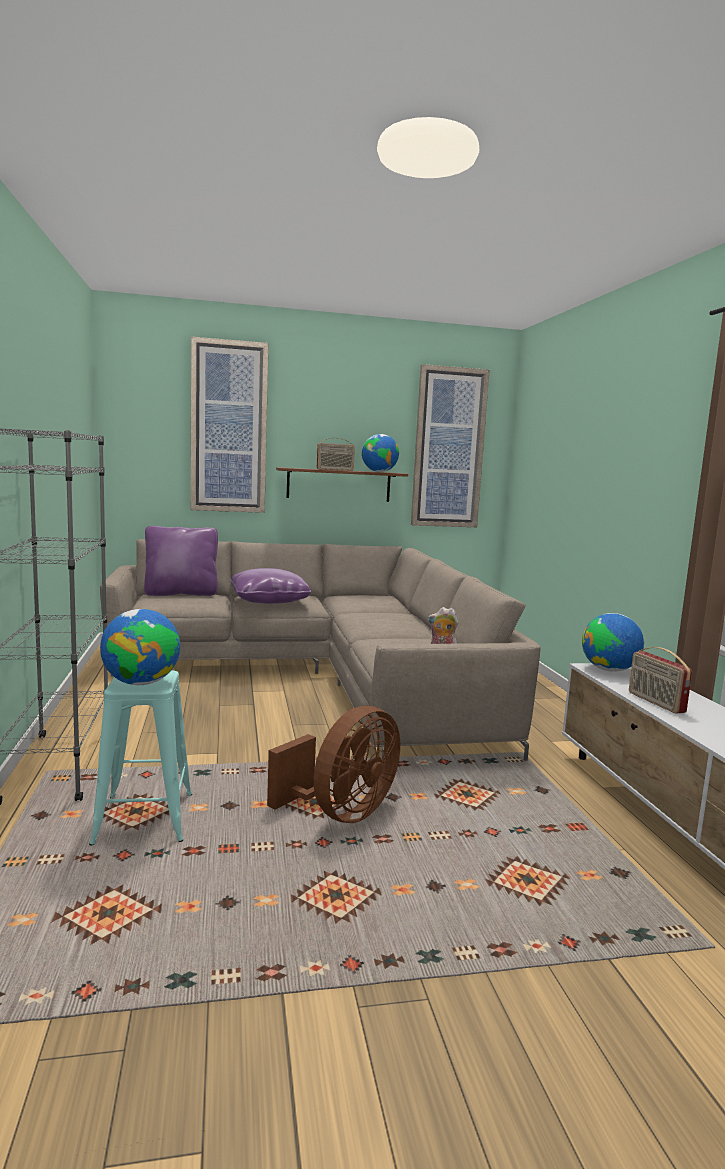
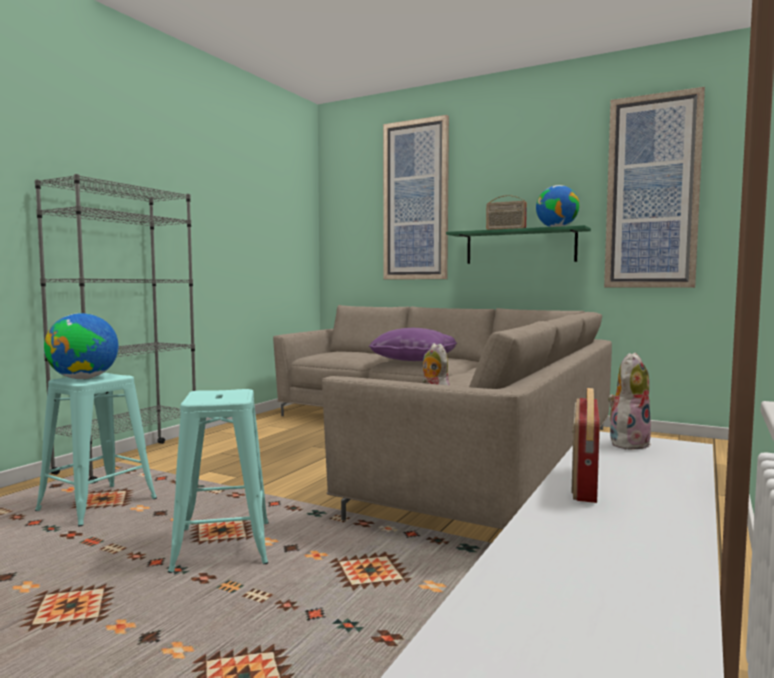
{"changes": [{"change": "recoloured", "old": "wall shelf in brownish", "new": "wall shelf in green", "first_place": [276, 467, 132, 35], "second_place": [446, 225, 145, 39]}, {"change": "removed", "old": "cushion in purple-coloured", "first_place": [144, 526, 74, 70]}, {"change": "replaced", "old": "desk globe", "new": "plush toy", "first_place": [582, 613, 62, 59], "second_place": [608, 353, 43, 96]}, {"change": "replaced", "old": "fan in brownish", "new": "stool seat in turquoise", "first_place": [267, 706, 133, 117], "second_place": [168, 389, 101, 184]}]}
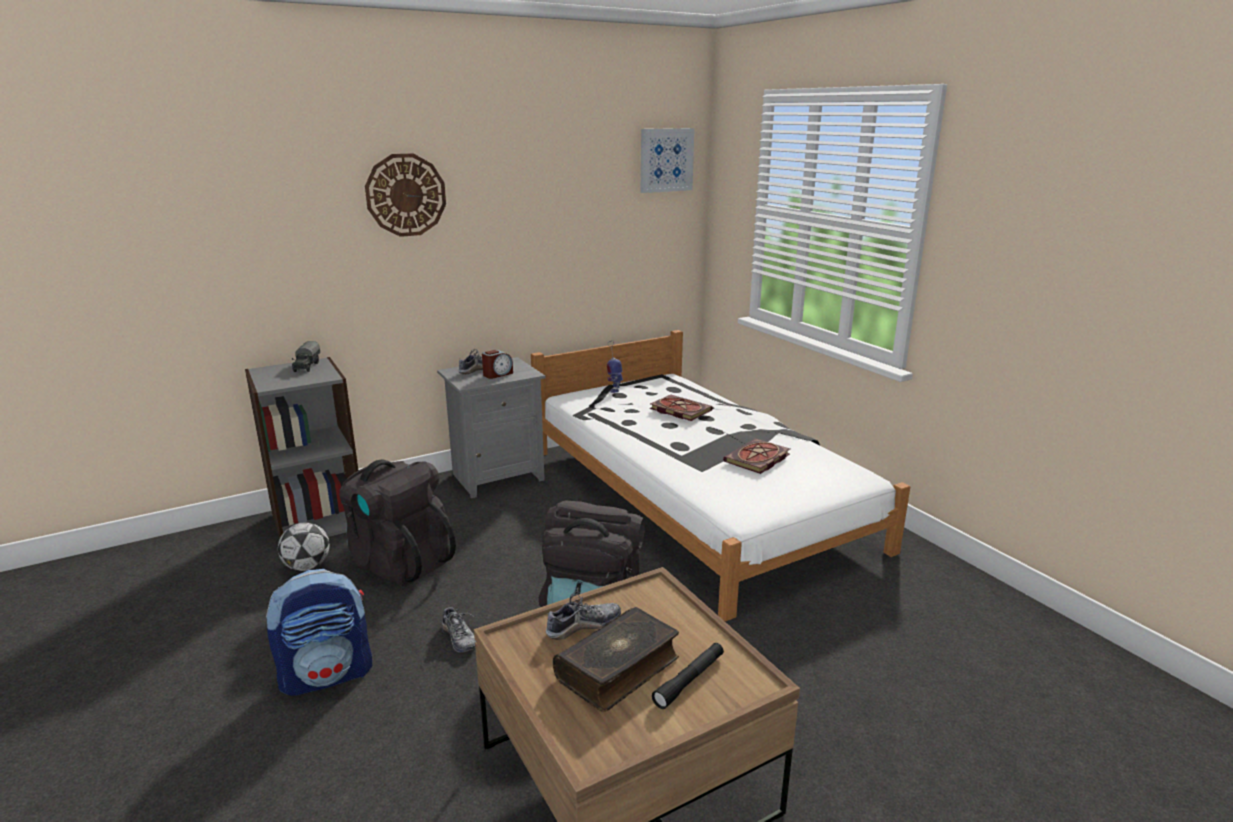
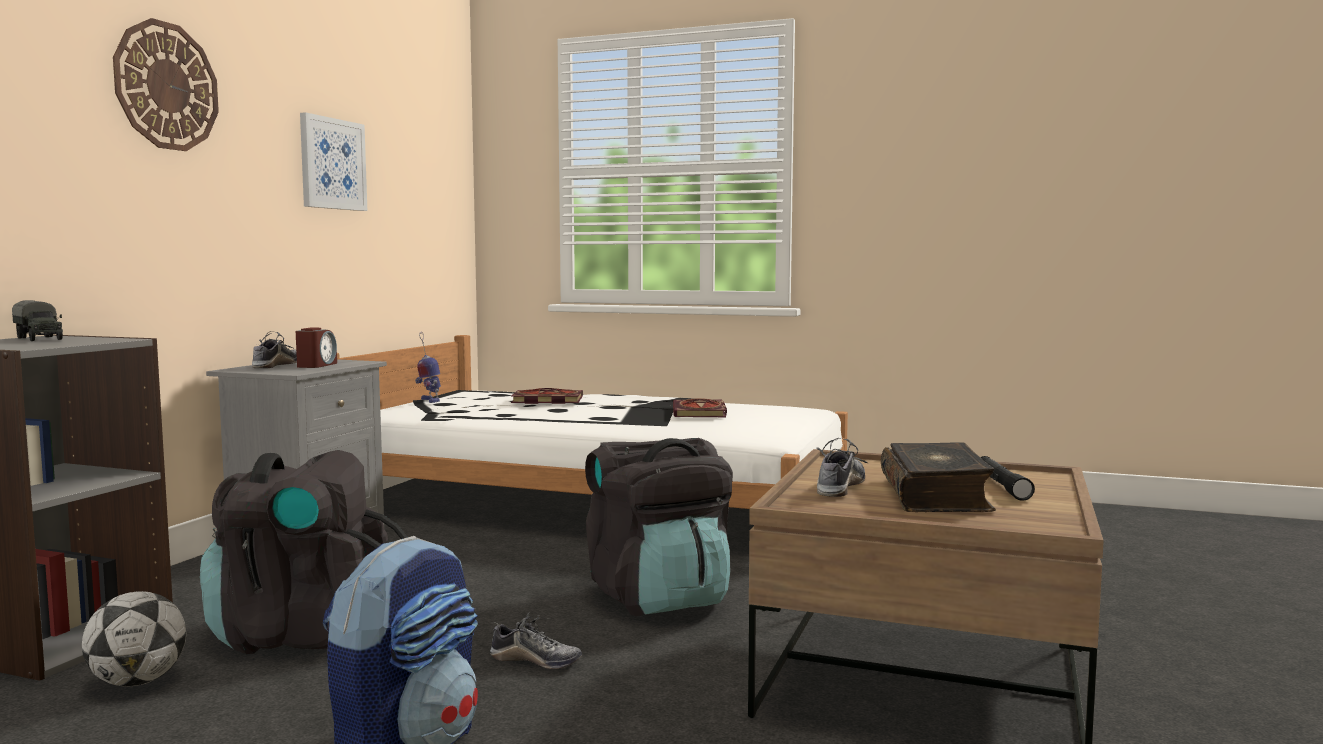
{"changes": [{"change": "moved", "old": "wall art", "first_place": [641, 128, 54, 65], "second_place": [300, 112, 67, 99]}]}
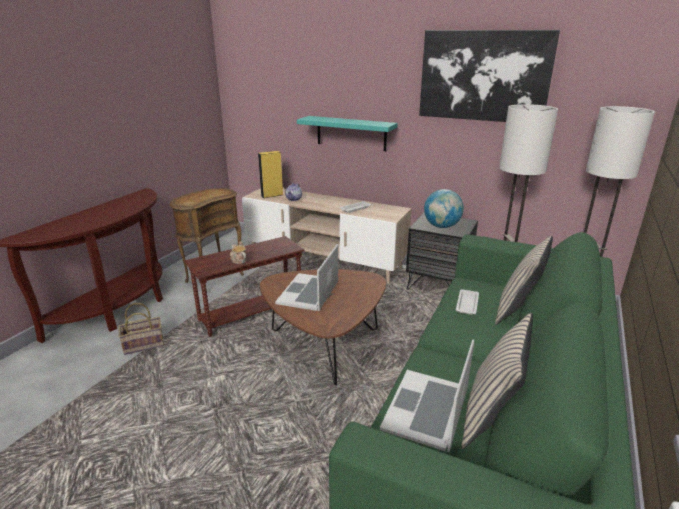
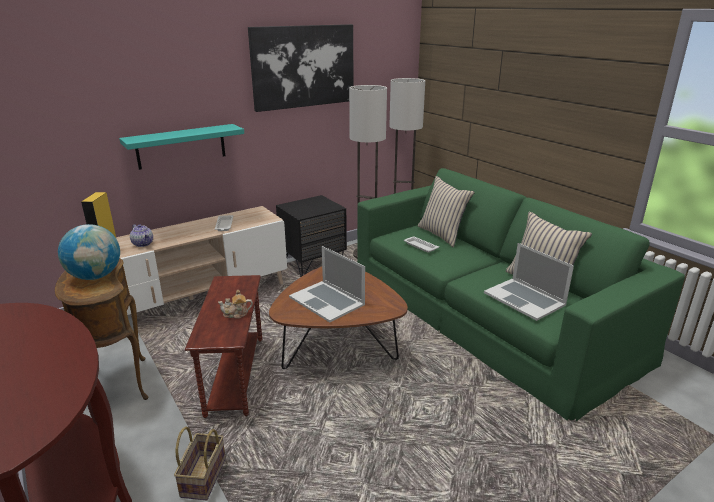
{"changes": [{"change": "moved", "old": "desk globe", "first_place": [424, 189, 40, 39], "second_place": [58, 224, 62, 56]}]}
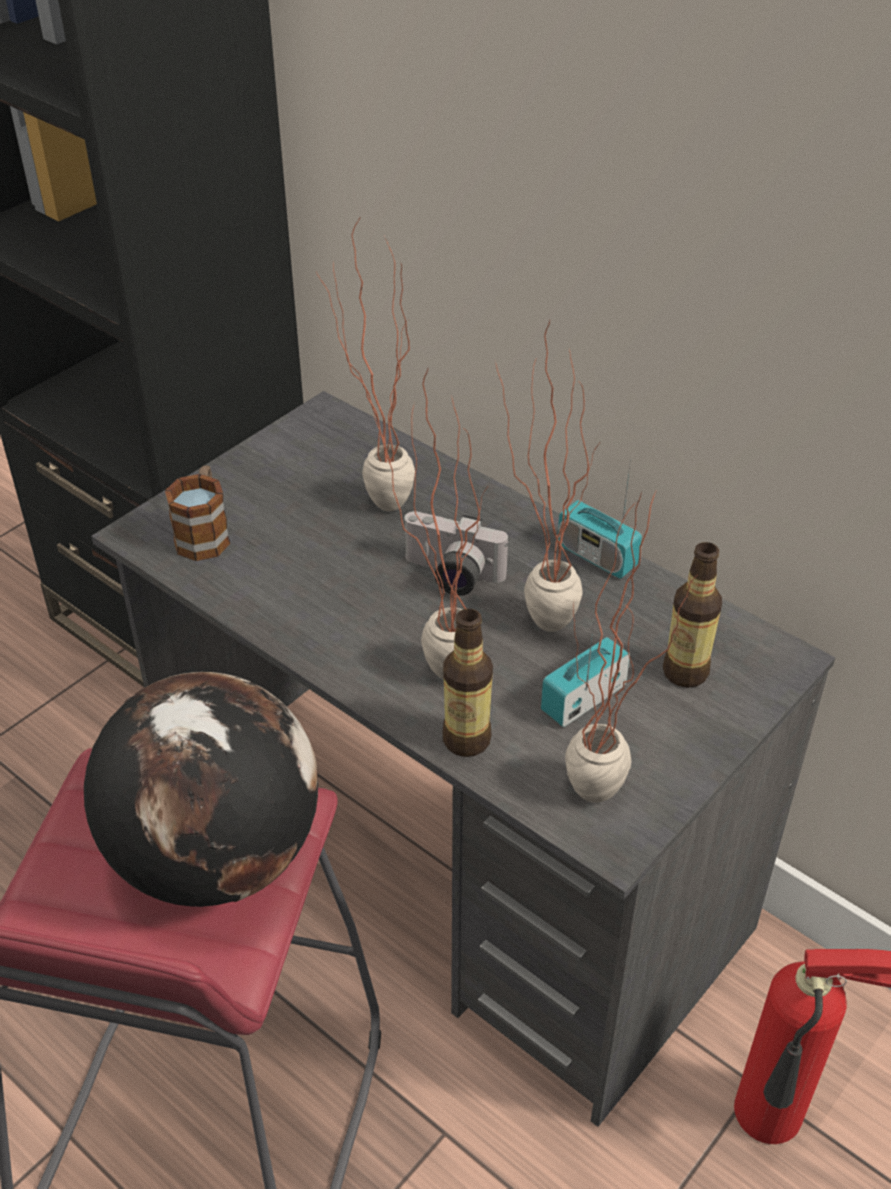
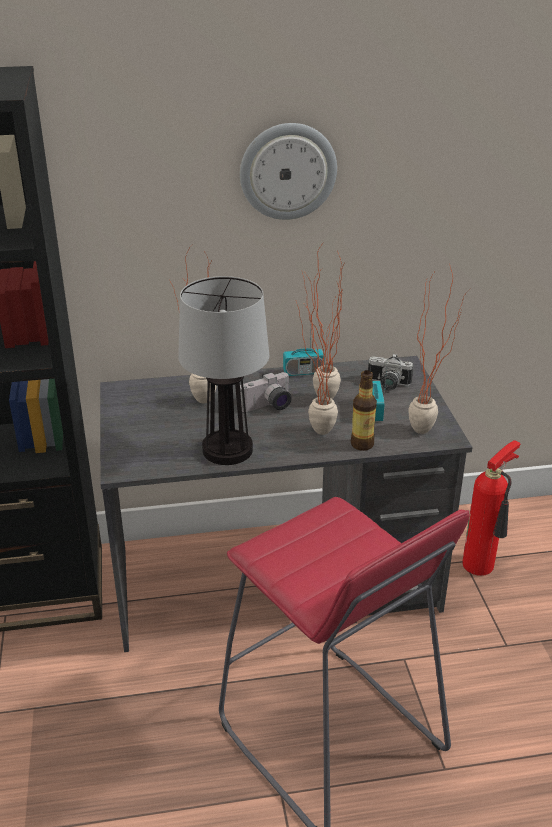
{"changes": [{"change": "removed", "old": "coffee mug", "first_place": [165, 465, 65, 96]}, {"change": "replaced", "old": "drink bottle", "new": "still camera", "first_place": [663, 542, 59, 146], "second_place": [368, 353, 45, 37]}, {"change": "removed", "old": "desk globe", "first_place": [84, 672, 234, 235]}, {"change": "added", "new": "wall clock", "second_place": [240, 123, 97, 97]}, {"change": "added", "new": "lamp for a table", "second_place": [178, 276, 91, 189]}]}
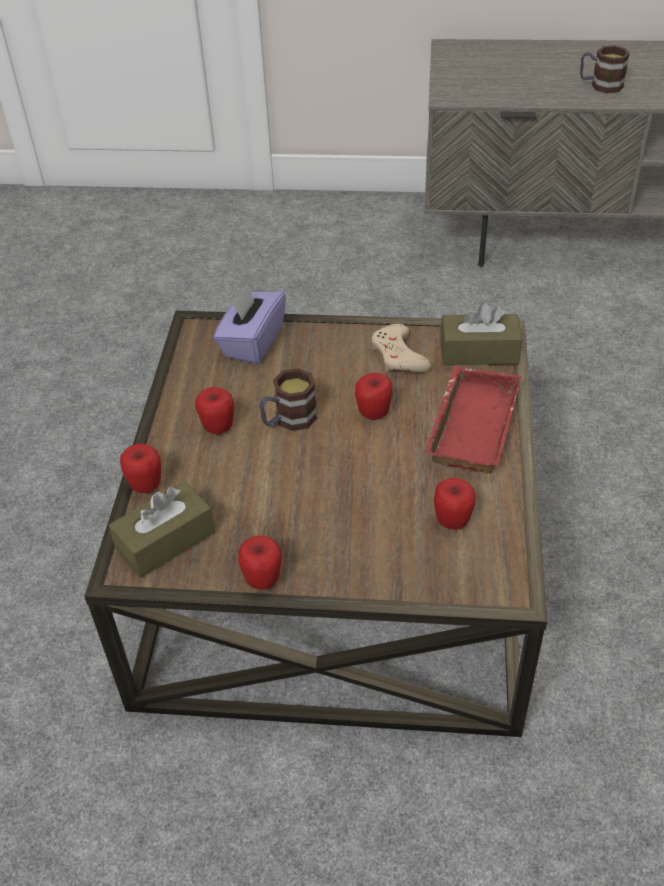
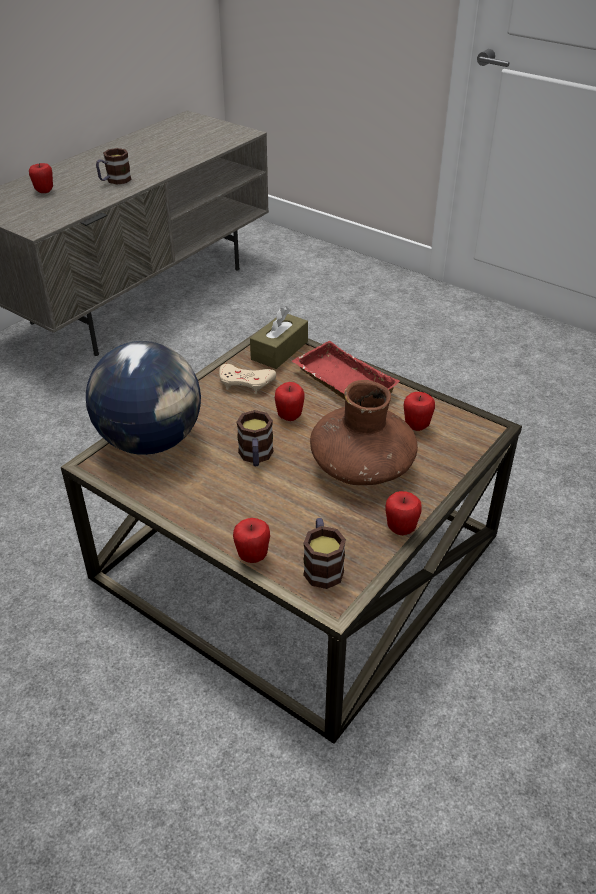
{"changes": [{"change": "replaced", "old": "tissue holder in purple-coloured", "new": "desk globe", "first_place": [213, 284, 73, 80], "second_place": [86, 341, 115, 114]}, {"change": "moved", "old": "apple", "first_place": [195, 387, 40, 48], "second_place": [29, 163, 24, 30]}, {"change": "replaced", "old": "tissue holder in brownish", "new": "coffee mug", "first_place": [108, 481, 107, 97], "second_place": [303, 518, 43, 71]}, {"change": "added", "new": "decorative vase in brownish", "second_place": [310, 380, 108, 105]}]}
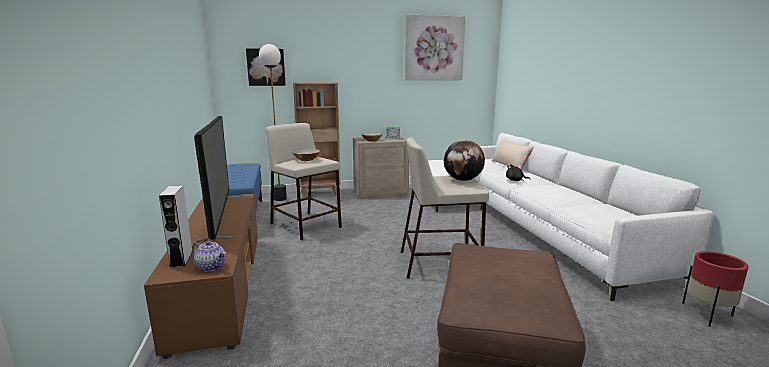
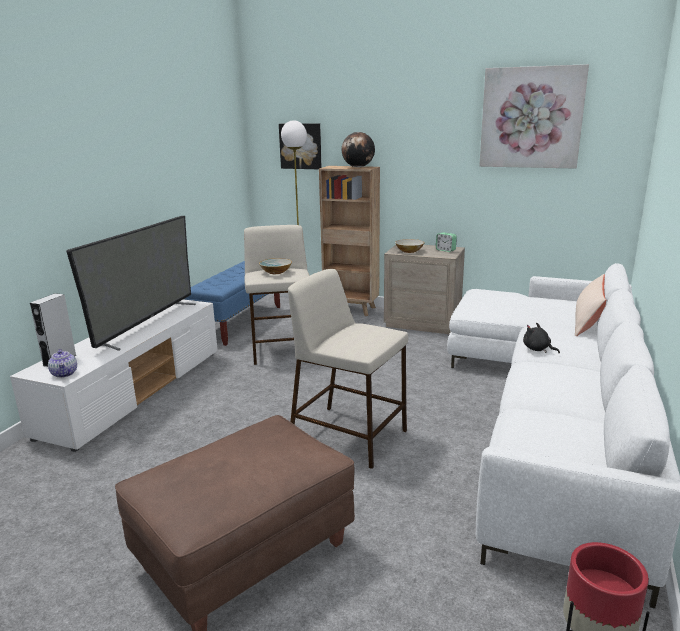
{"changes": [{"change": "moved", "old": "desk globe", "first_place": [444, 140, 41, 41], "second_place": [341, 132, 34, 35]}, {"change": "recoloured", "old": "tv unit in brownish", "new": "tv unit in white", "first_place": [144, 194, 114, 165], "second_place": [10, 299, 208, 153]}]}
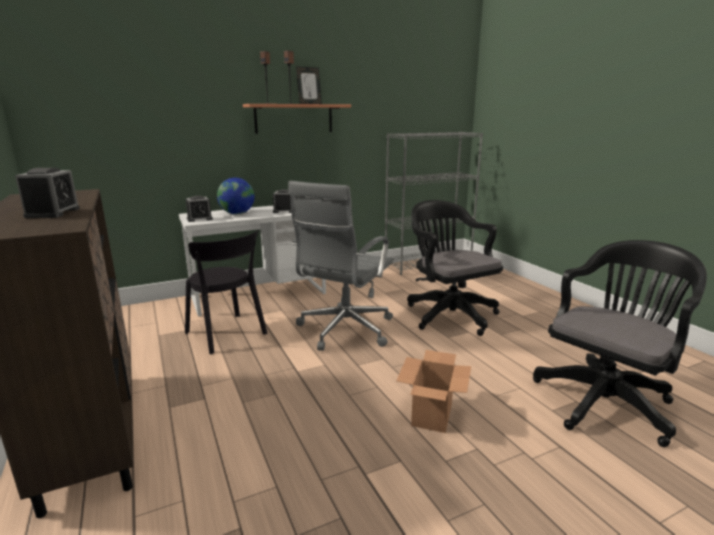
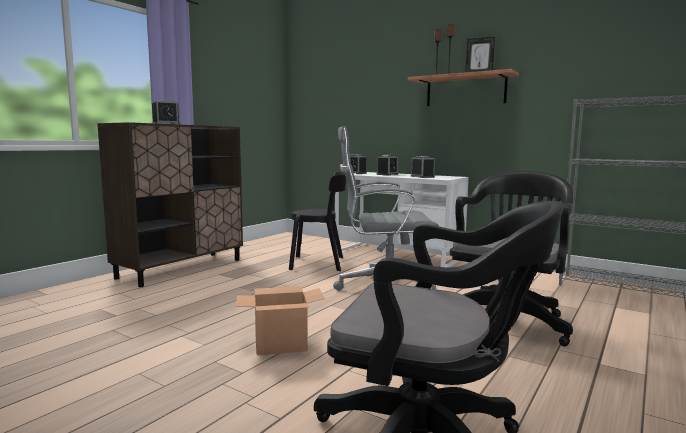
{"changes": [{"change": "replaced", "old": "desk globe", "new": "table clock", "first_place": [217, 178, 38, 36], "second_place": [377, 155, 21, 20]}, {"change": "turned", "old": "chair in black", "first_place": [185, 229, 83, 125], "second_place": [289, 172, 57, 99], "degrees": -105}]}
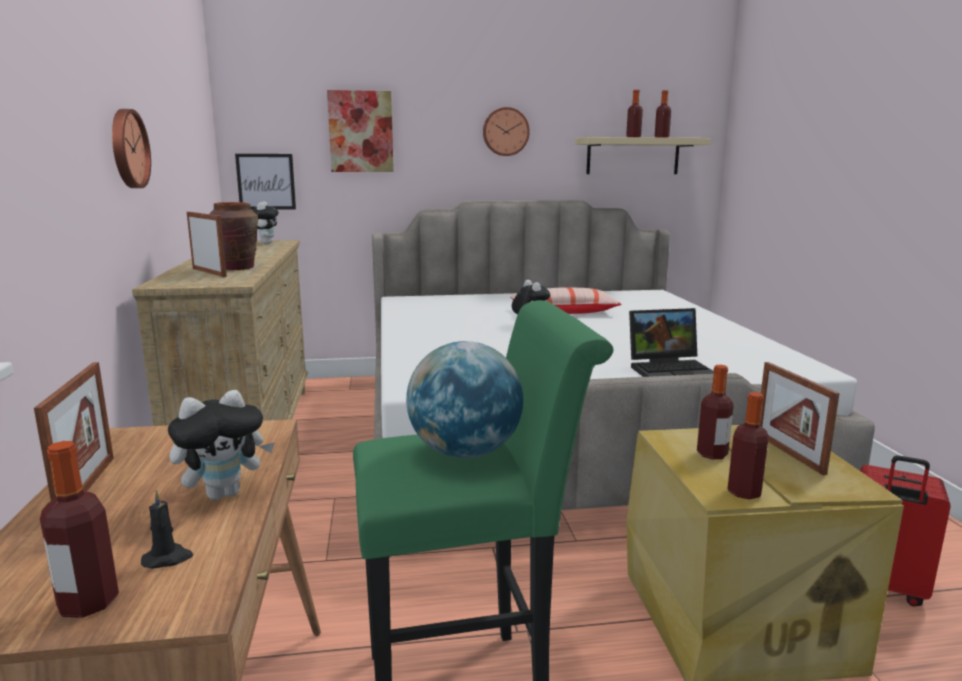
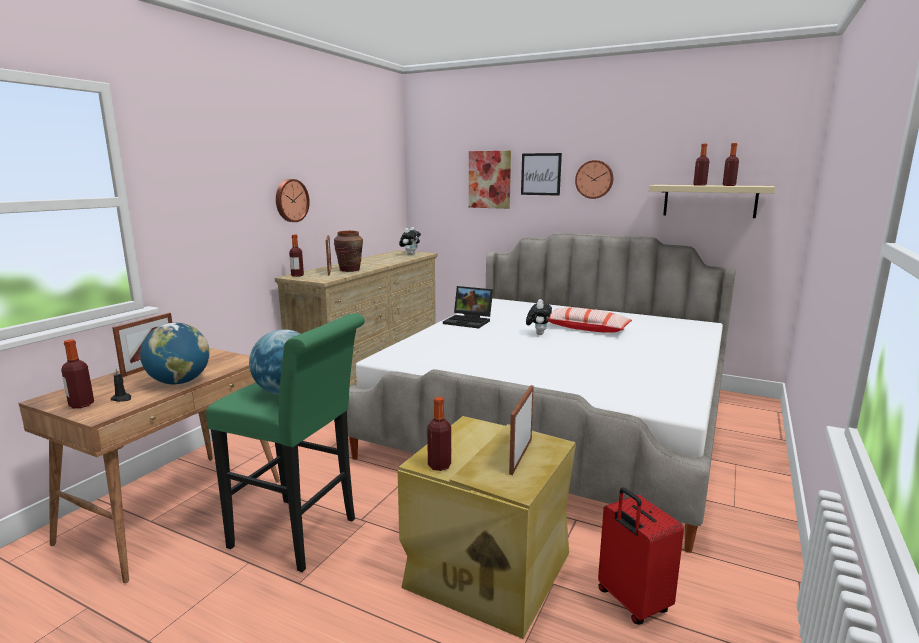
{"changes": [{"change": "moved", "old": "wall art", "first_place": [235, 154, 61, 56], "second_place": [521, 153, 41, 43]}, {"change": "moved", "old": "laptop", "first_place": [629, 308, 85, 69], "second_place": [443, 286, 50, 43]}, {"change": "moved", "old": "drink bottle", "first_place": [697, 365, 37, 94], "second_place": [289, 235, 15, 42]}, {"change": "replaced", "old": "plush toy", "new": "desk globe", "first_place": [168, 390, 107, 110], "second_place": [140, 323, 70, 61]}]}
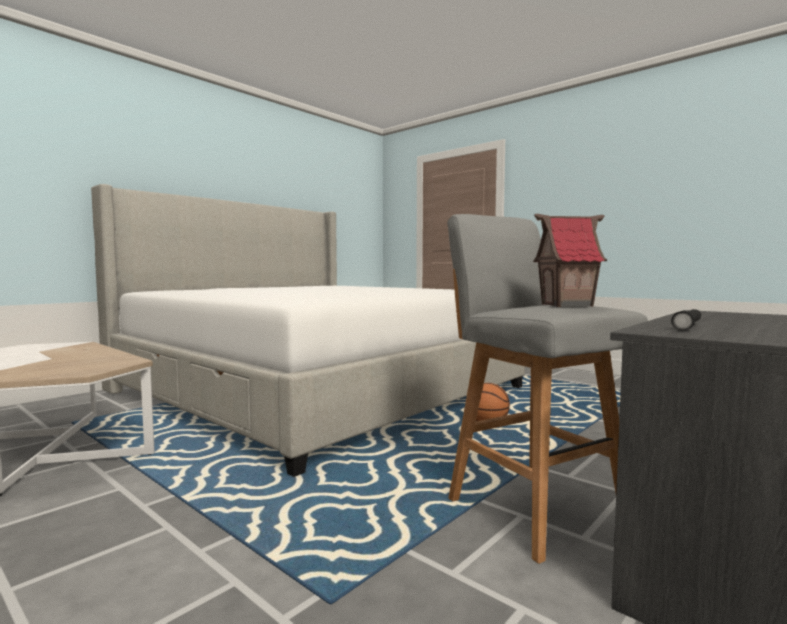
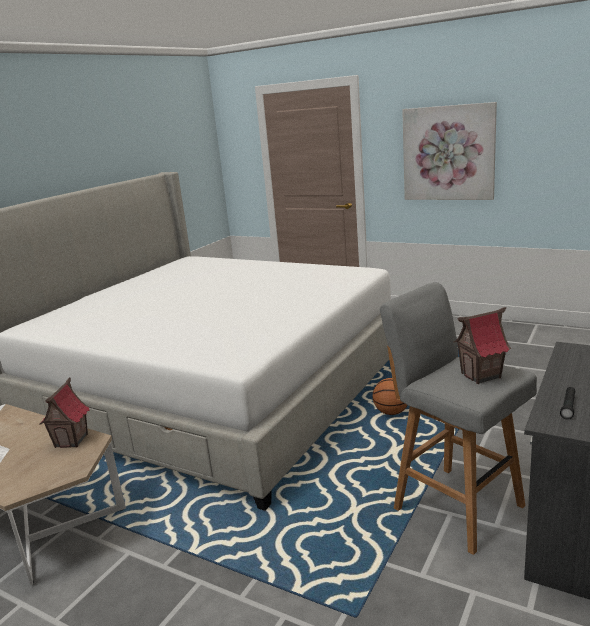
{"changes": [{"change": "added", "new": "wall art", "second_place": [402, 102, 95, 98]}, {"change": "added", "new": "model house", "second_place": [40, 377, 50, 71]}]}
